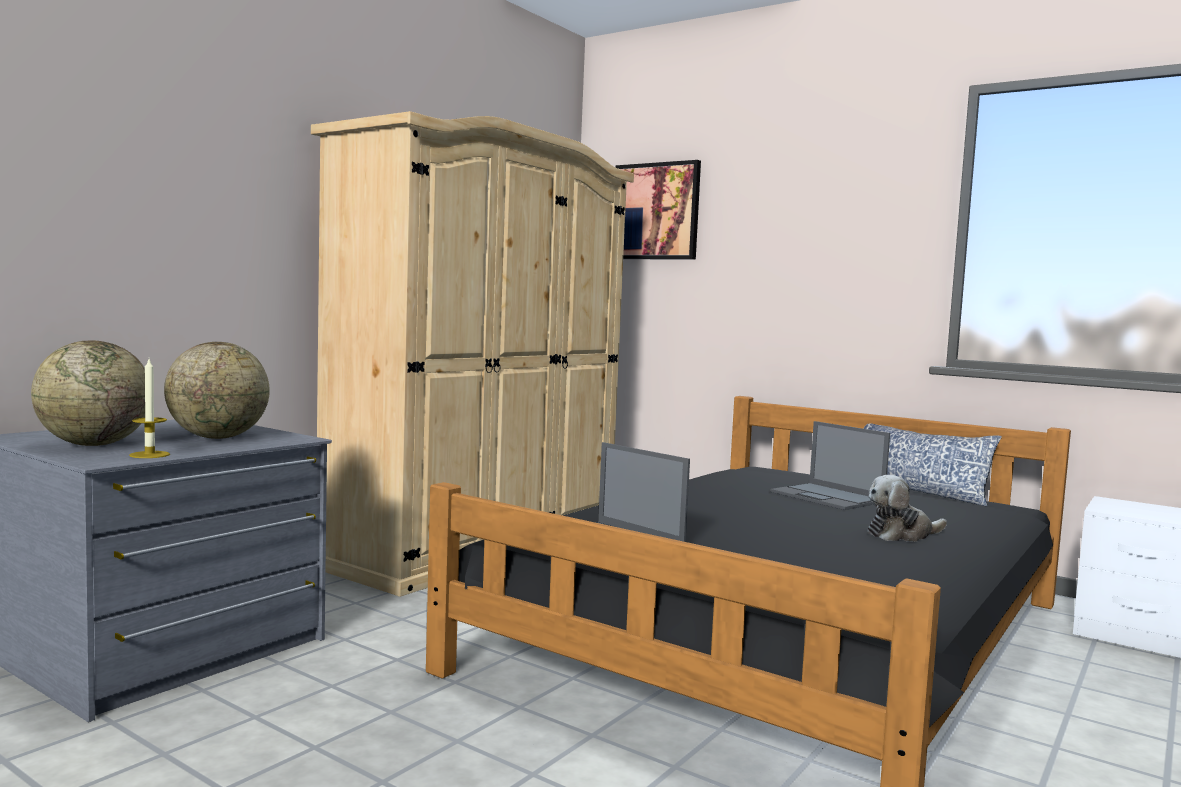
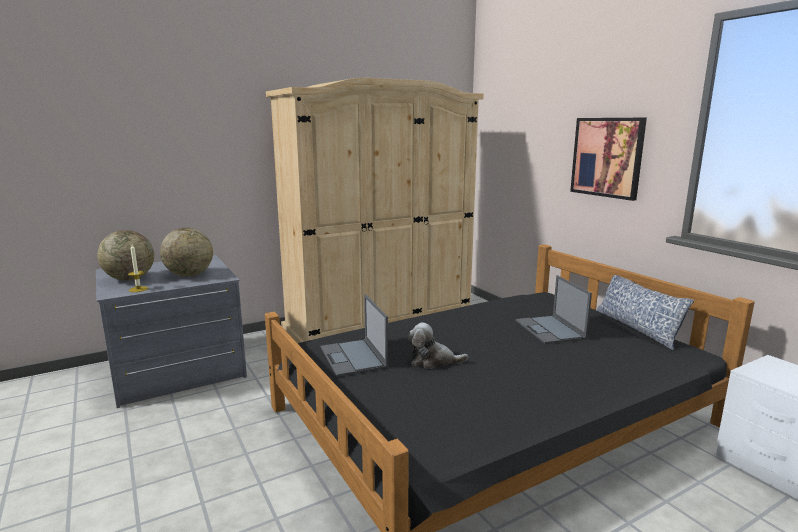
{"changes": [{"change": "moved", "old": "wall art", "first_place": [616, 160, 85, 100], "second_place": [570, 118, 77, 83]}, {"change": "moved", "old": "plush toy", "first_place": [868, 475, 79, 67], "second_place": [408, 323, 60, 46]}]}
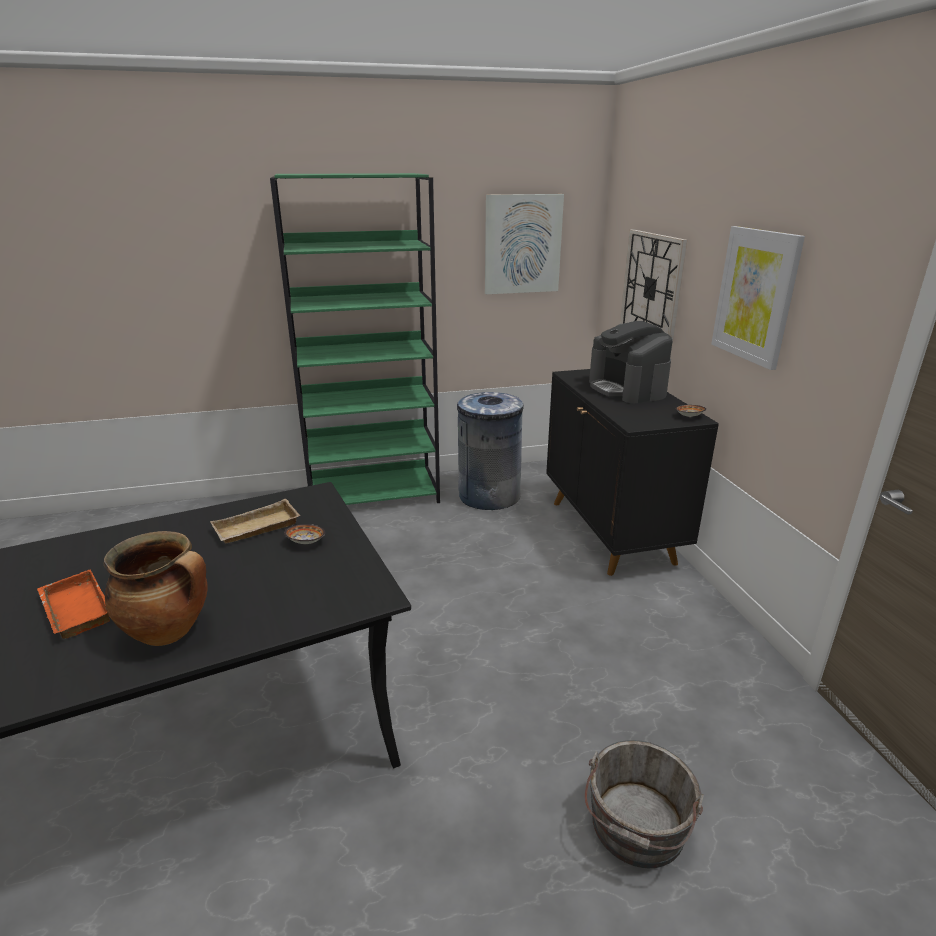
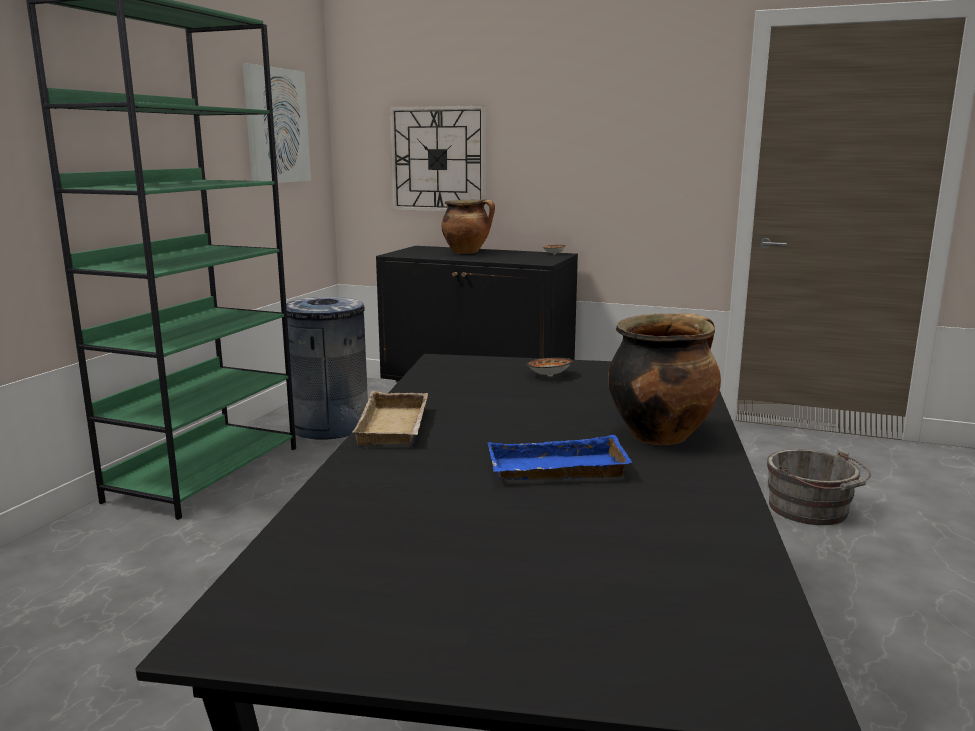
{"changes": [{"change": "removed", "old": "wall art", "first_place": [711, 226, 94, 144]}, {"change": "replaced", "old": "coffee machine", "new": "stockpot", "first_place": [589, 321, 83, 82], "second_place": [441, 199, 54, 55]}, {"change": "moved", "old": "serving tray in beige-coloured", "first_place": [210, 499, 90, 44], "second_place": [352, 391, 76, 55]}, {"change": "recoloured", "old": "serving tray in orange-coloured", "new": "serving tray in bluish", "first_place": [37, 569, 73, 70], "second_place": [488, 435, 145, 45]}]}
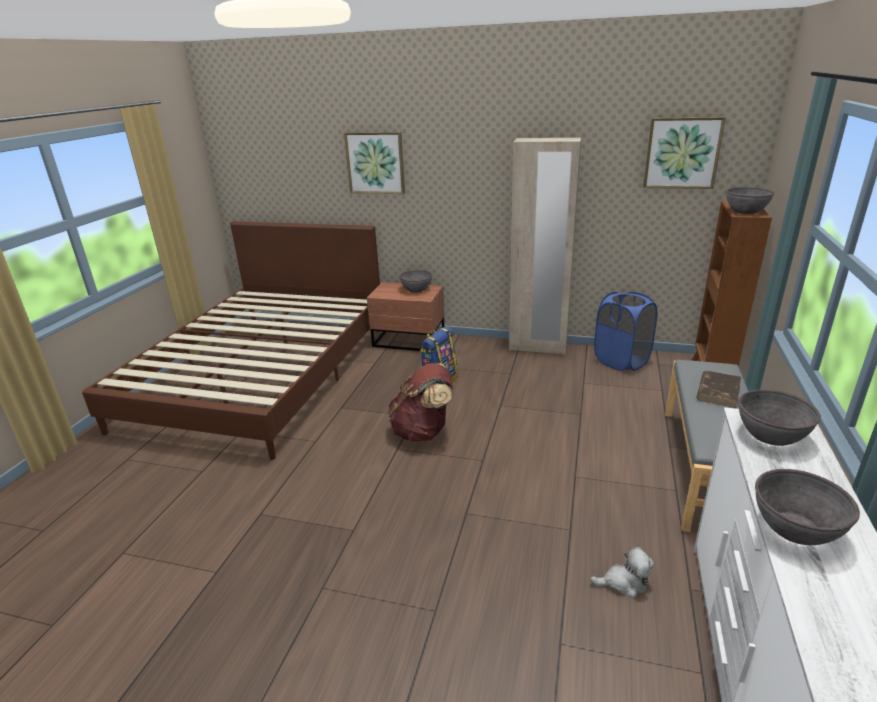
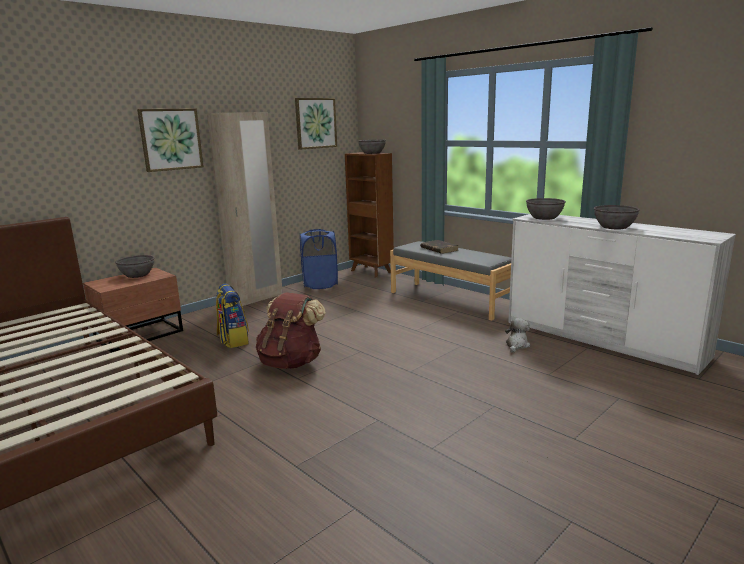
{"changes": [{"change": "moved", "old": "wall art", "first_place": [344, 132, 61, 62], "second_place": [137, 108, 67, 64]}]}
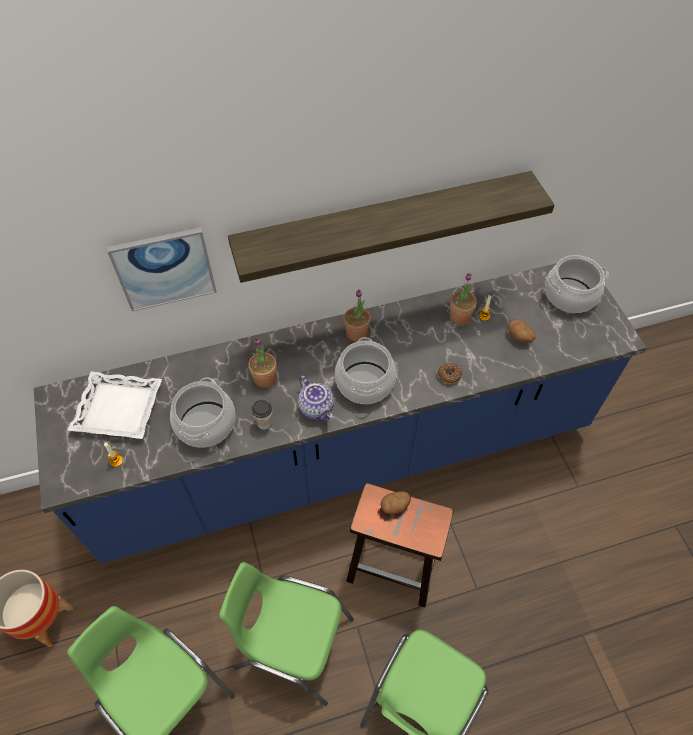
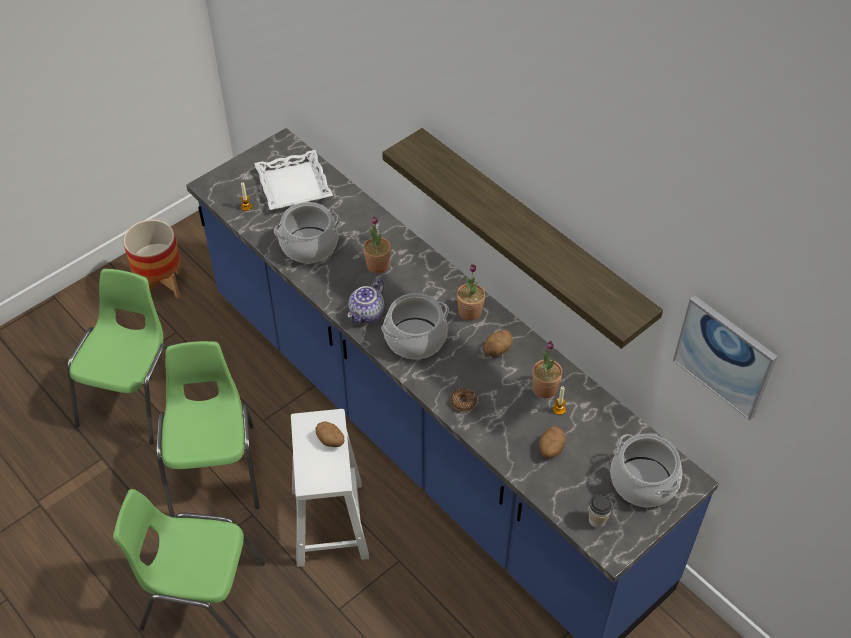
{"changes": [{"change": "moved", "old": "wall art", "first_place": [107, 227, 110, 84], "second_place": [673, 295, 105, 125]}, {"change": "moved", "old": "cup", "first_place": [251, 399, 21, 31], "second_place": [589, 494, 24, 34]}, {"change": "recoloured", "old": "stool seat in brownish", "new": "stool seat in white", "first_place": [346, 483, 108, 124], "second_place": [291, 409, 78, 158]}, {"change": "added", "new": "whole potato", "second_place": [484, 329, 29, 27]}]}
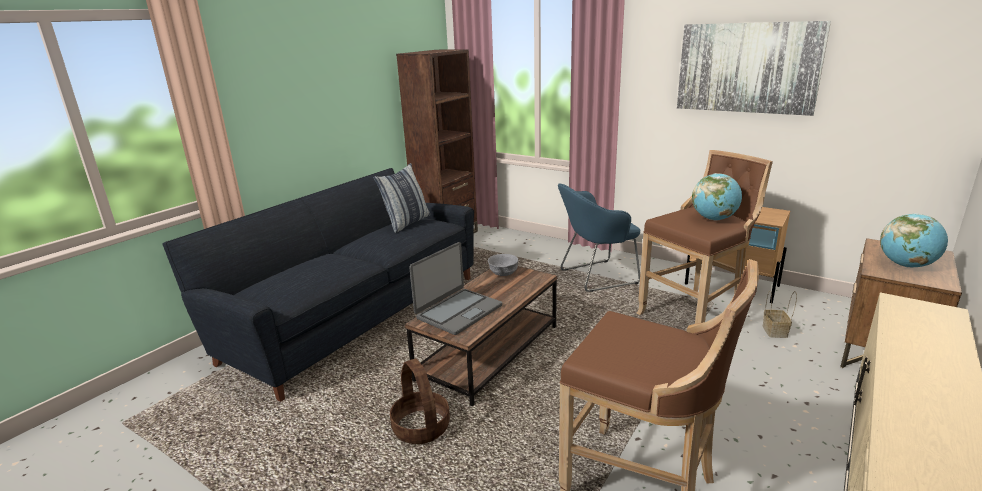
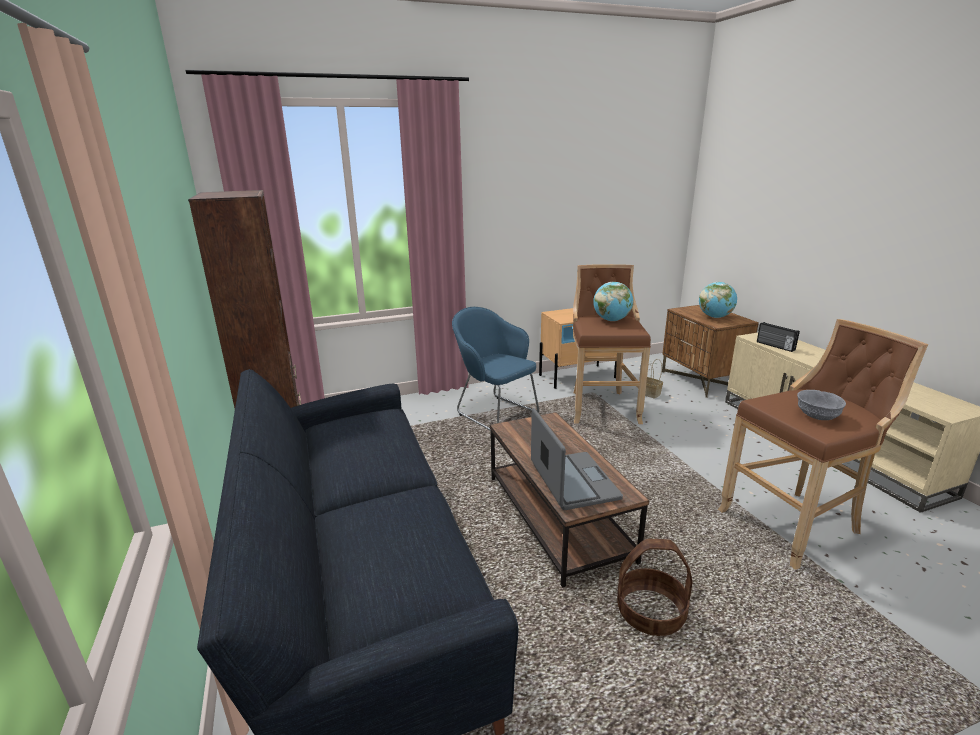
{"changes": [{"change": "removed", "old": "wall art", "first_place": [677, 21, 154, 95]}, {"change": "removed", "old": "cushion", "first_place": [373, 163, 58, 70]}, {"change": "turned", "old": "lounge chair in bluish", "first_place": [558, 183, 82, 109], "second_place": [452, 307, 87, 124], "degrees": 120}, {"change": "moved", "old": "serving bowl in grey", "first_place": [488, 254, 30, 22], "second_place": [797, 390, 49, 30]}, {"change": "added", "new": "radio", "second_place": [757, 322, 43, 30]}]}
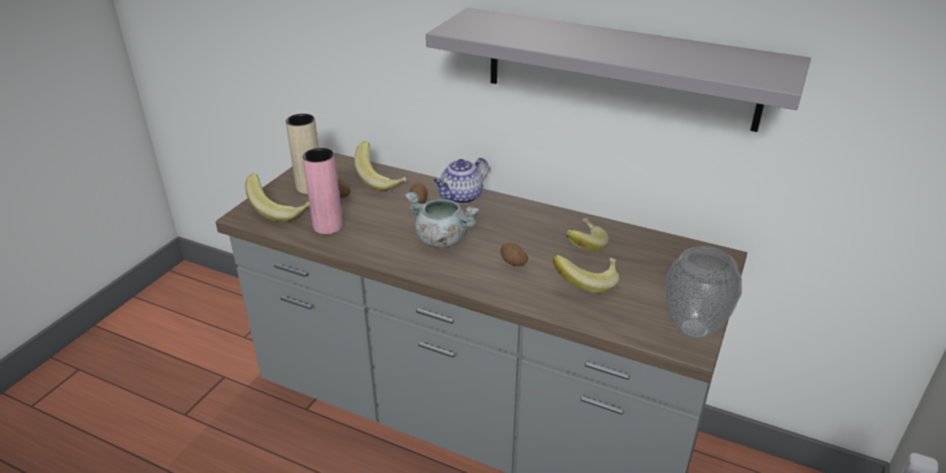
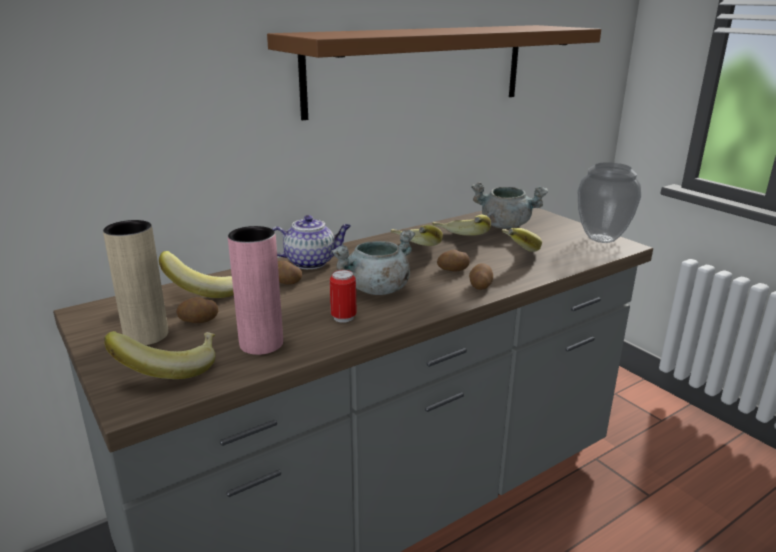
{"changes": [{"change": "recoloured", "old": "wall shelf in grey", "new": "wall shelf in brownish", "first_place": [426, 8, 385, 124], "second_place": [267, 25, 334, 95]}, {"change": "turned", "old": "tea pot", "first_place": [433, 158, 56, 46], "second_place": [272, 215, 79, 54], "degrees": -90}, {"change": "added", "new": "stockpot in grey", "second_place": [471, 183, 77, 46]}, {"change": "added", "new": "whole banana", "second_place": [391, 225, 52, 21]}, {"change": "added", "new": "whole potato", "second_place": [469, 263, 24, 27]}, {"change": "added", "new": "sealed can", "second_place": [330, 270, 27, 53]}]}
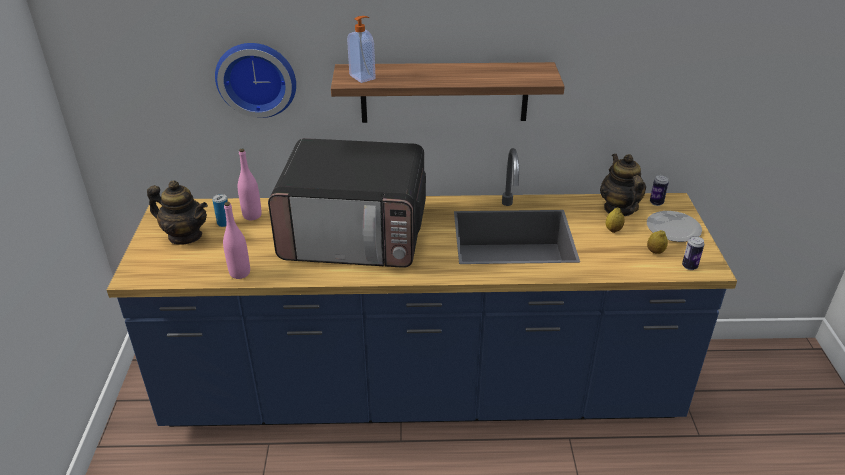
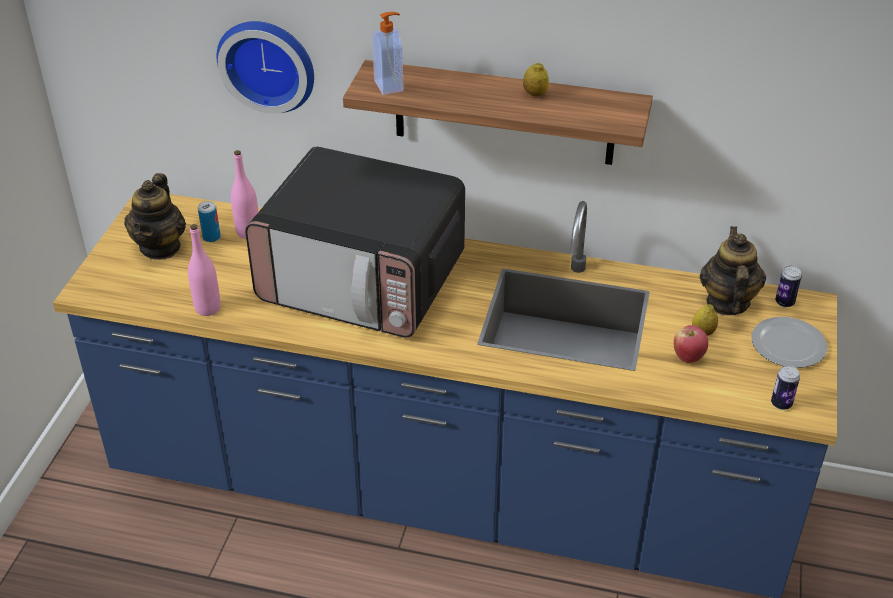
{"changes": [{"change": "turned", "old": "tea pot", "first_place": [147, 180, 61, 65], "second_place": [124, 173, 62, 87], "degrees": 60}, {"change": "moved", "old": "whole lemon", "first_place": [647, 230, 21, 24], "second_place": [523, 63, 26, 33]}, {"change": "added", "new": "apple", "second_place": [673, 325, 35, 38]}]}
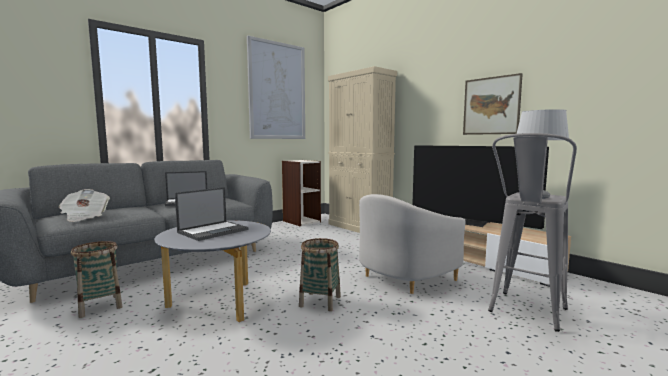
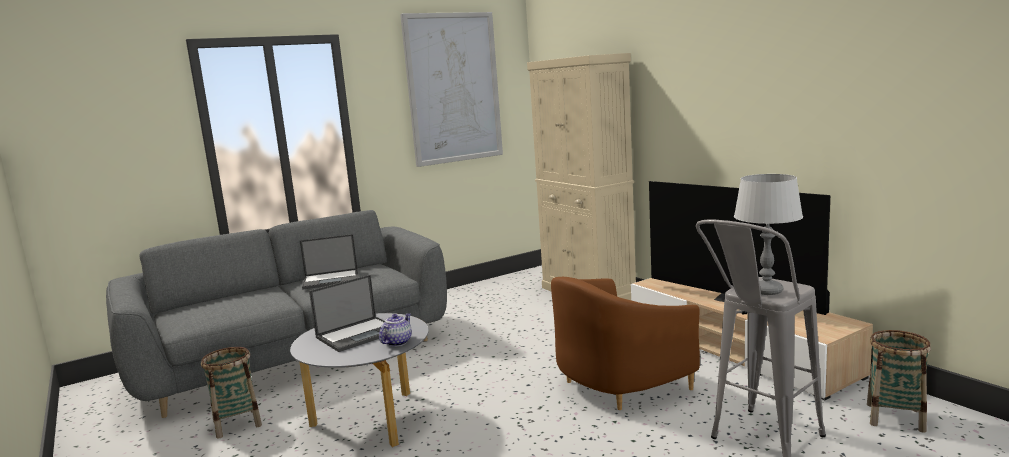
{"changes": [{"change": "removed", "old": "wall art", "first_place": [463, 73, 60, 62]}, {"change": "removed", "old": "bookshelf", "first_place": [282, 160, 39, 66]}, {"change": "removed", "old": "daily paper", "first_place": [58, 189, 52, 33]}, {"change": "recoloured", "old": "lounge chair in white", "new": "lounge chair in brownish", "first_place": [359, 194, 106, 100], "second_place": [551, 277, 149, 133]}, {"change": "moved", "old": "basket", "first_place": [299, 238, 42, 73], "second_place": [867, 330, 64, 103]}, {"change": "added", "new": "tea pot", "second_place": [379, 313, 33, 33]}]}
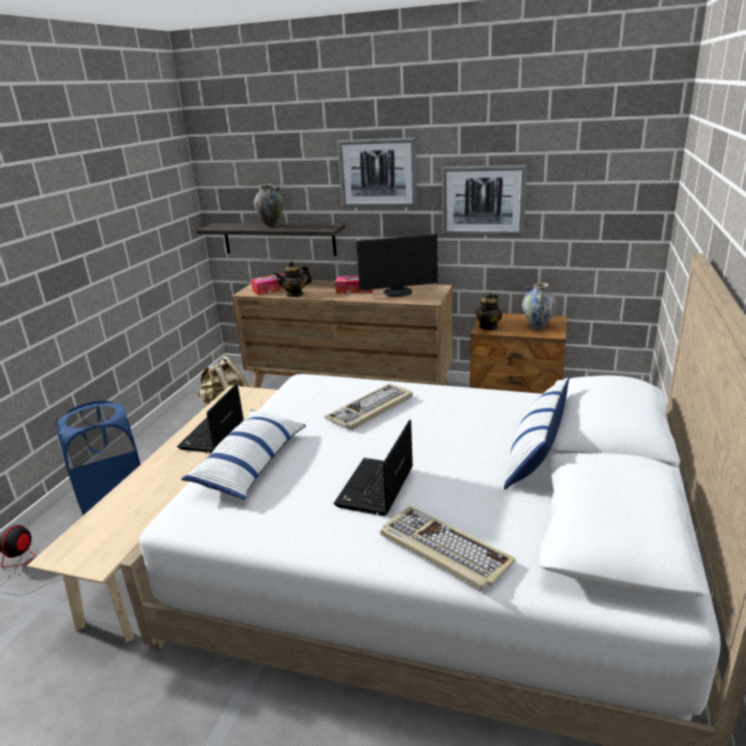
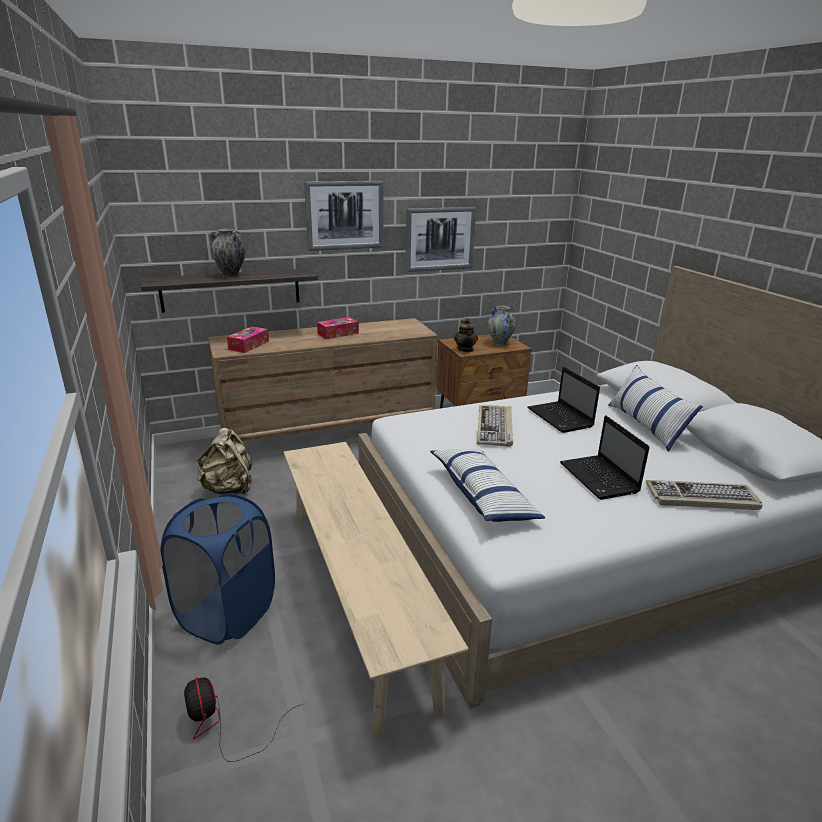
{"changes": [{"change": "removed", "old": "monitor", "first_place": [356, 234, 82, 63]}, {"change": "removed", "old": "tea pot", "first_place": [273, 261, 39, 36]}, {"change": "moved", "old": "laptop", "first_place": [177, 383, 67, 70], "second_place": [528, 367, 72, 66]}]}
